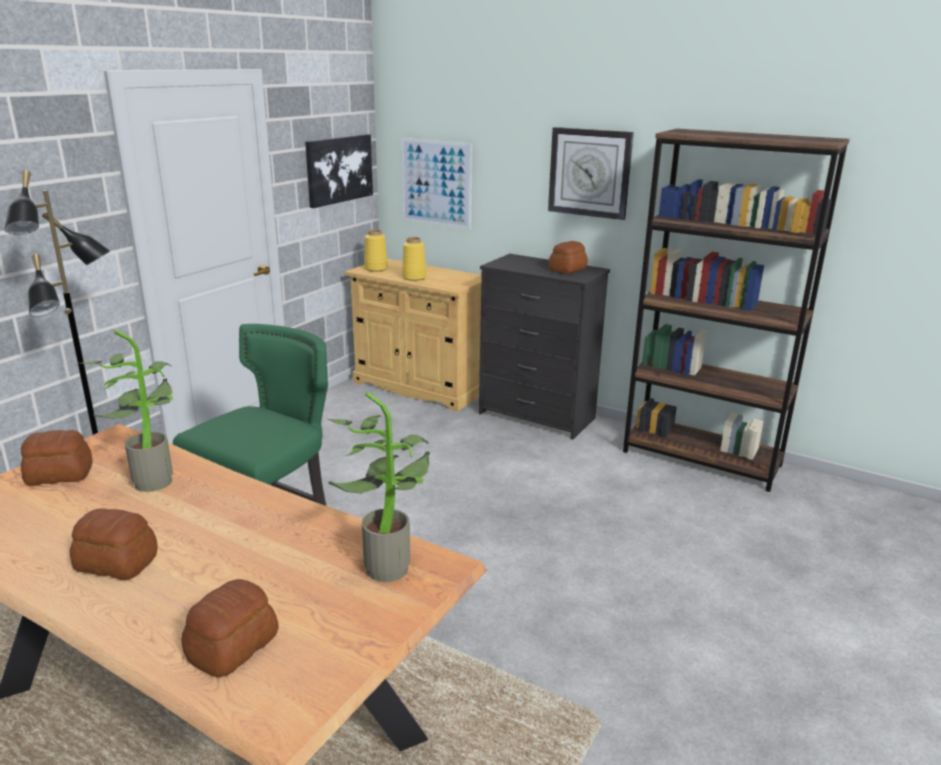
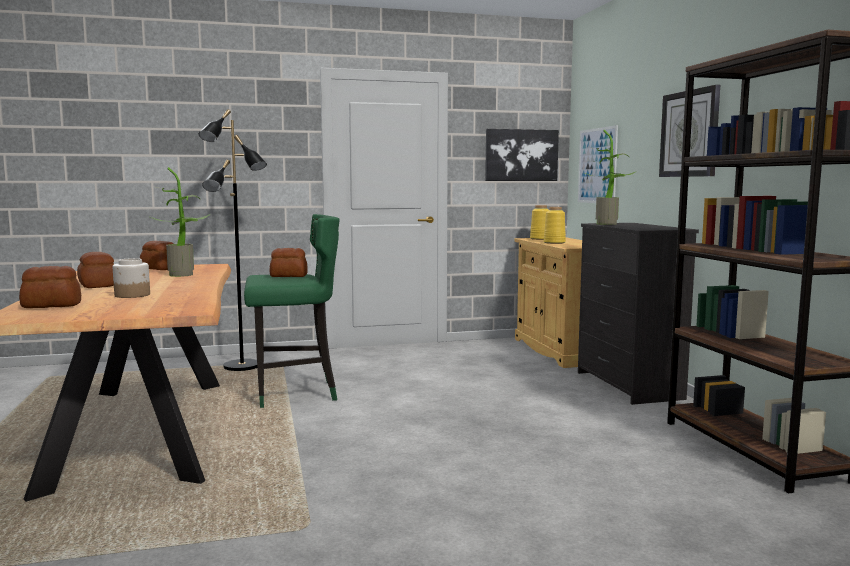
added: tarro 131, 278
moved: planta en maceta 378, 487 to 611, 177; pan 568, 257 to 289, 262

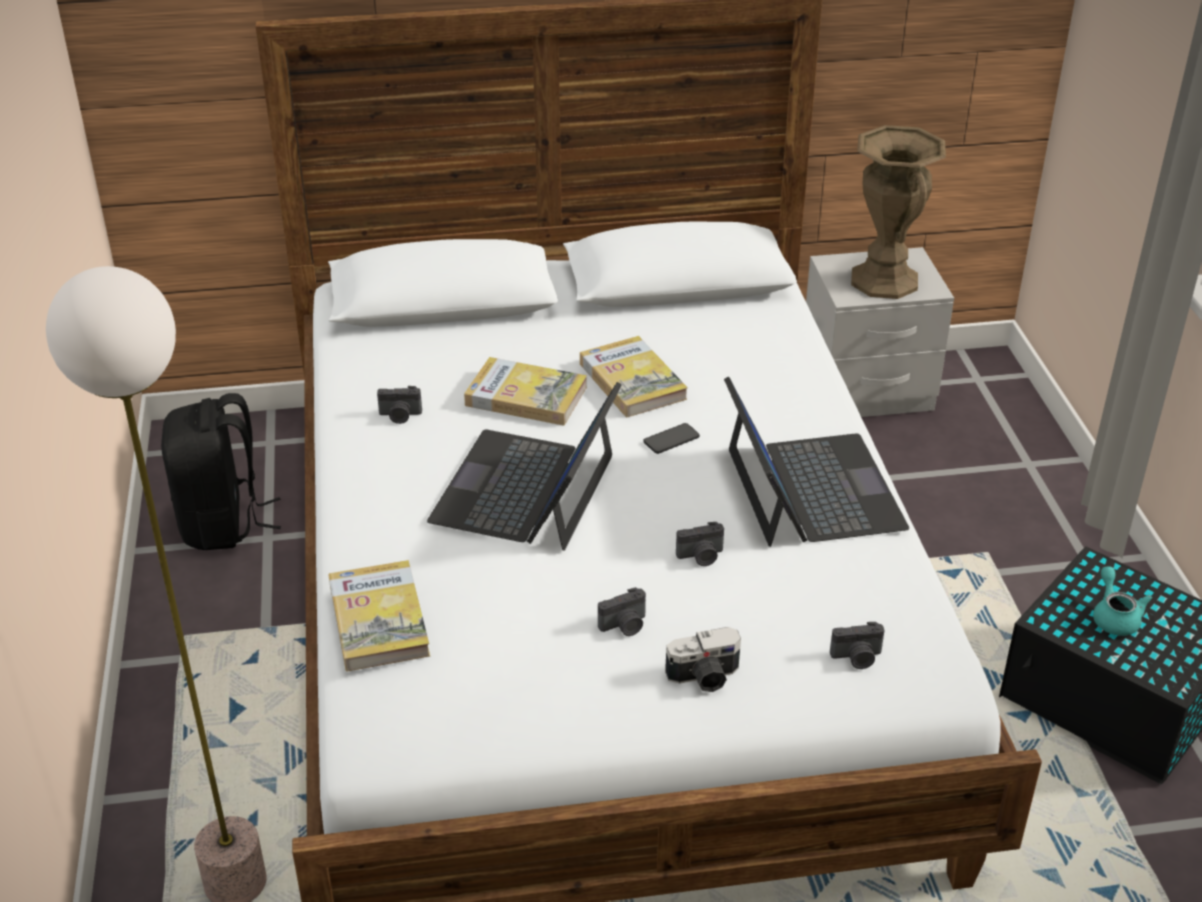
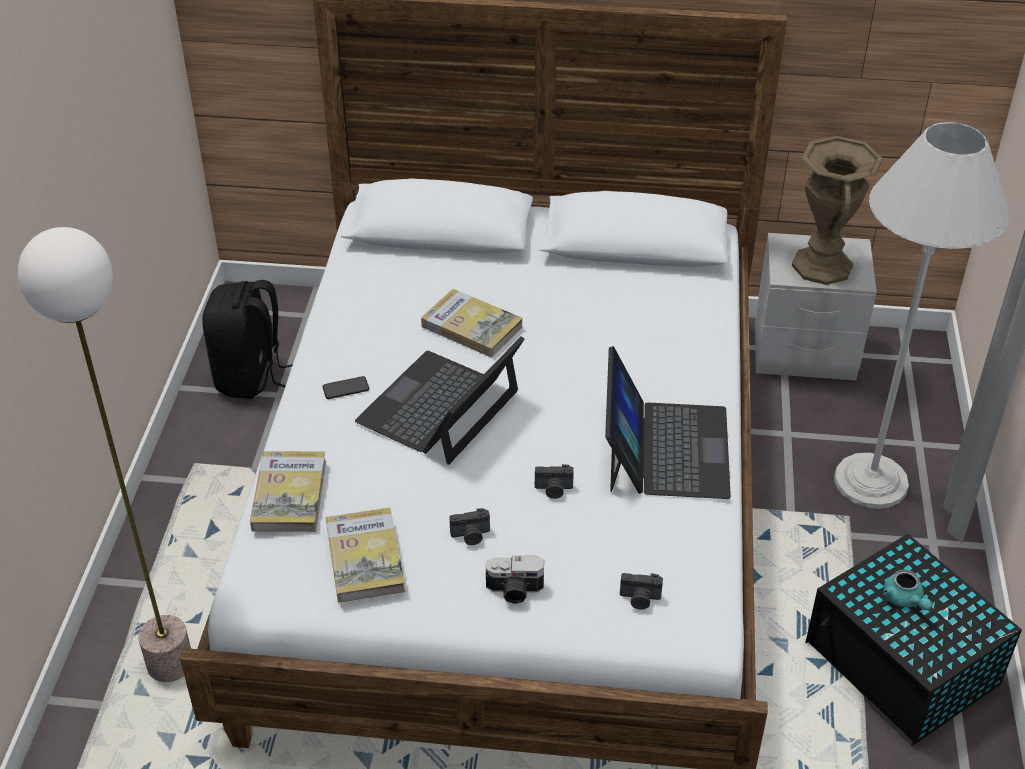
removed: cámara 399, 405
added: lámpara de pie/blanco 922, 315
moved: libro 634, 376 to 366, 555; móvil 671, 438 to 346, 387
turned: tetera/turquesa 1122, 601 = 908, 590 150 degrees clockwise

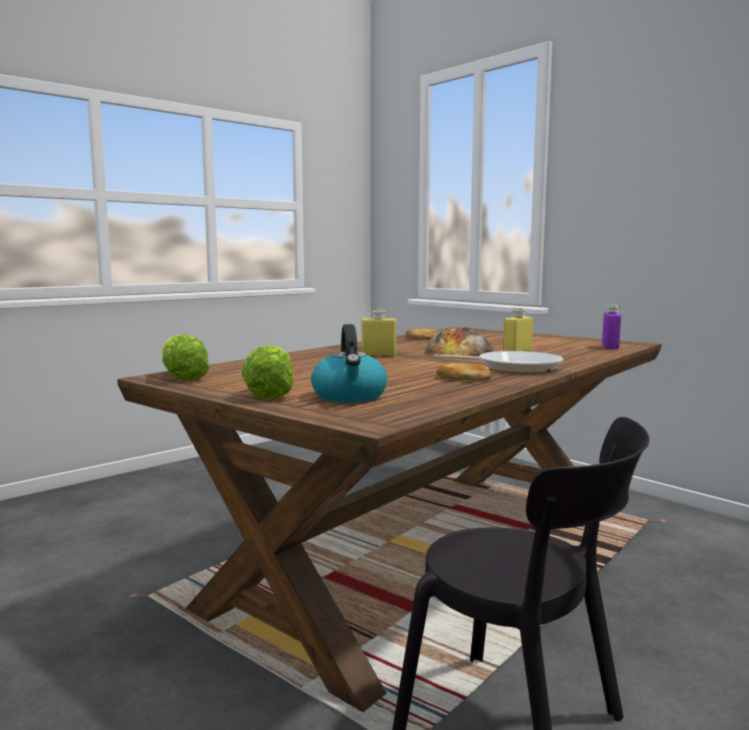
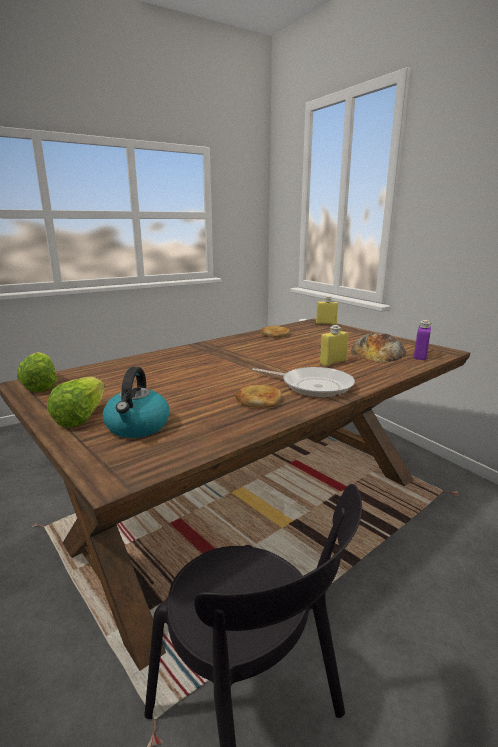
moved: botella/amarillo 378, 332 to 327, 310; pan 459, 341 to 378, 347

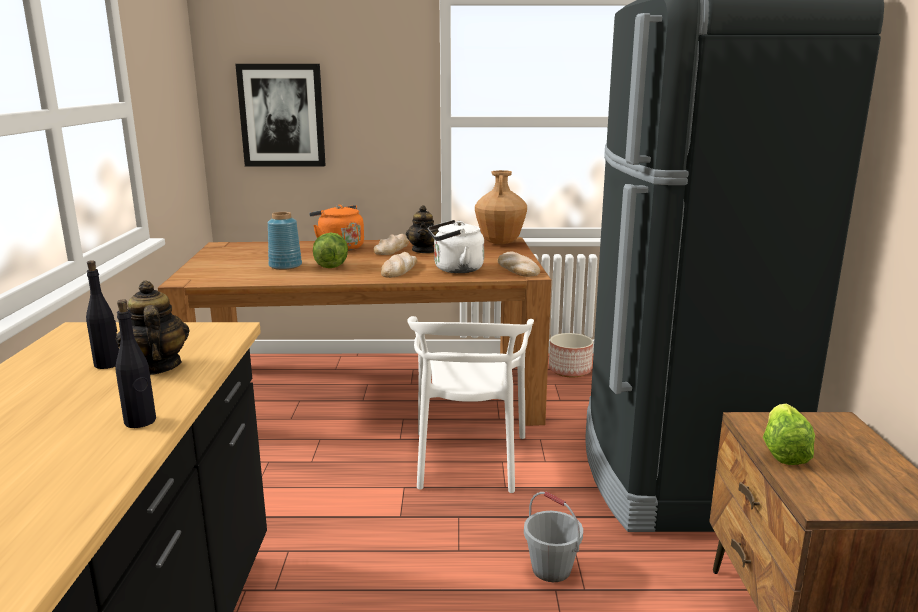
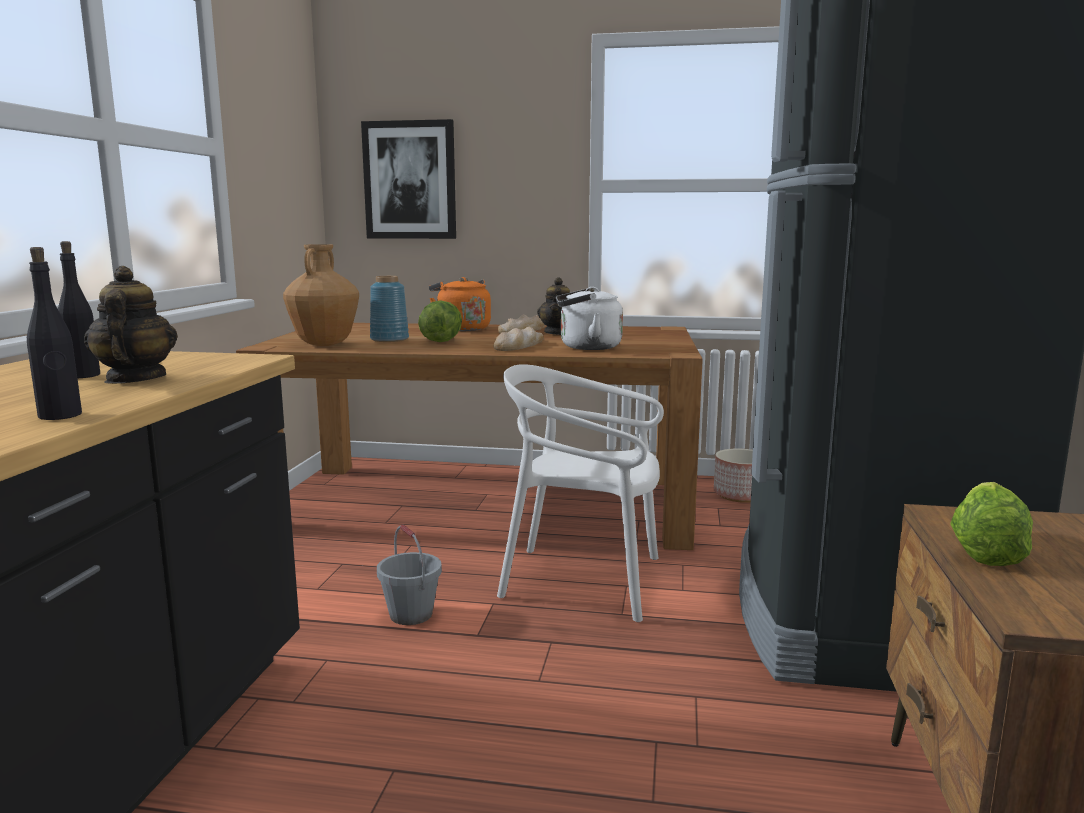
removed: pan 519, 264
moved: florero/marrón 501, 207 to 321, 295; cubo/gris 553, 537 to 409, 575
turned: silla/blanco 470, 404 = 580, 493 90 degrees clockwise

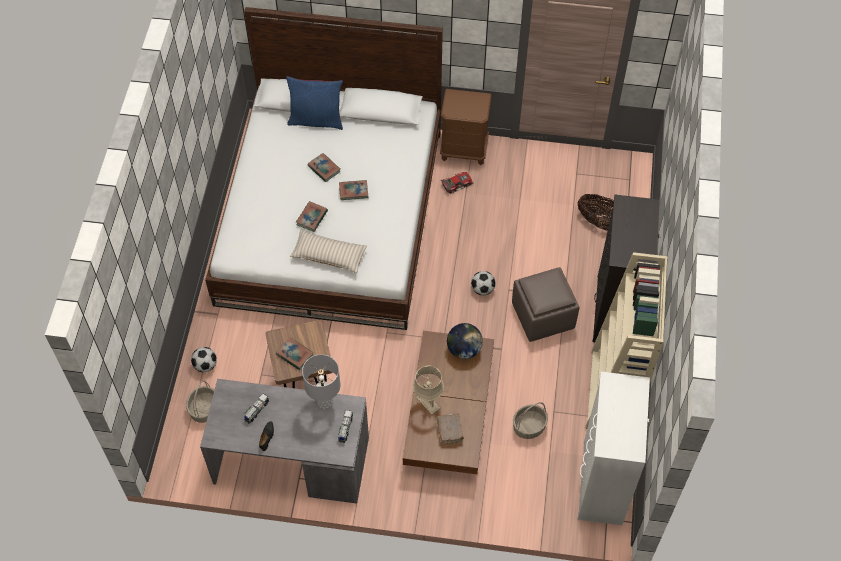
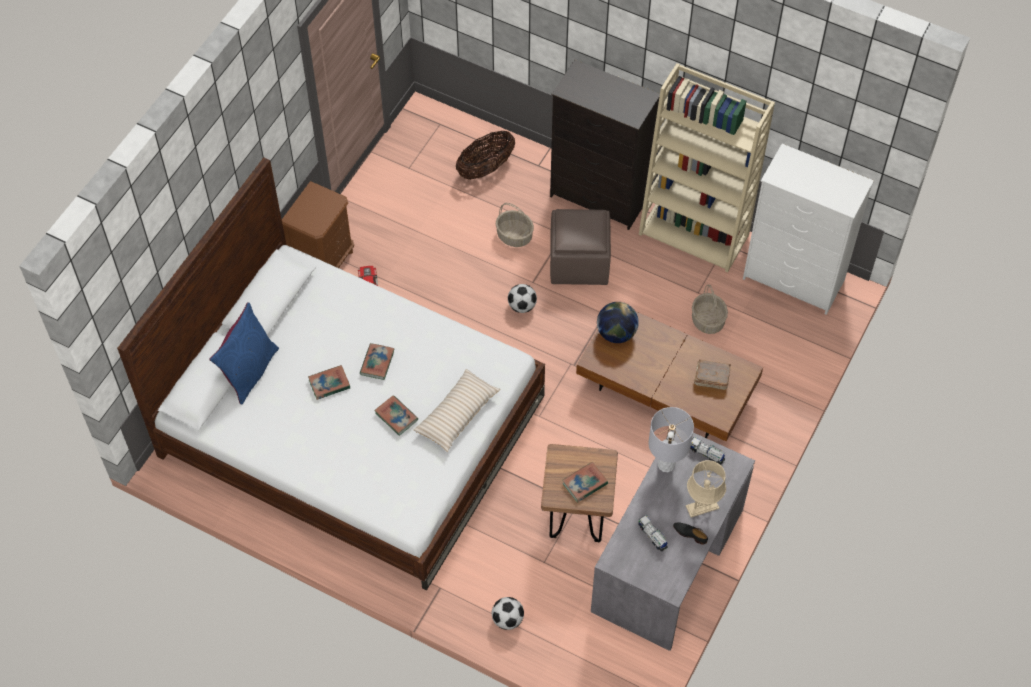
moved: cesta 200, 401 to 515, 225; lámpara de mesa/beis 428, 390 to 706, 489

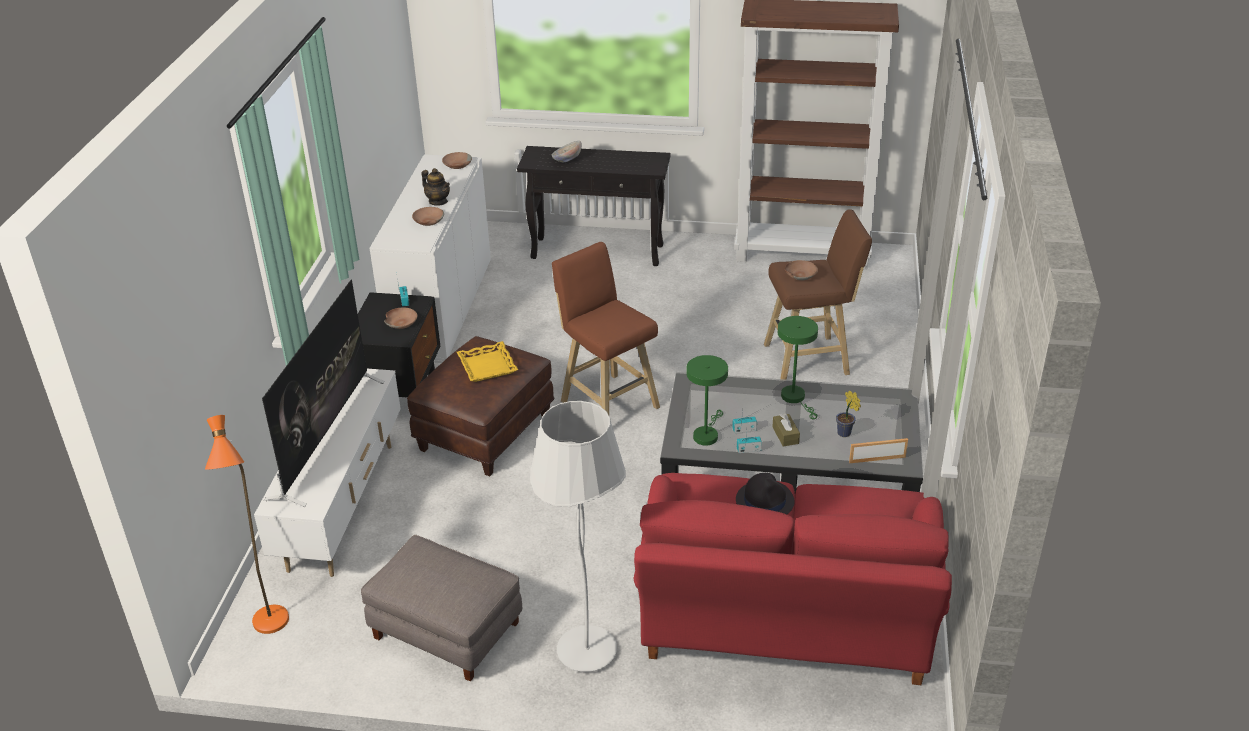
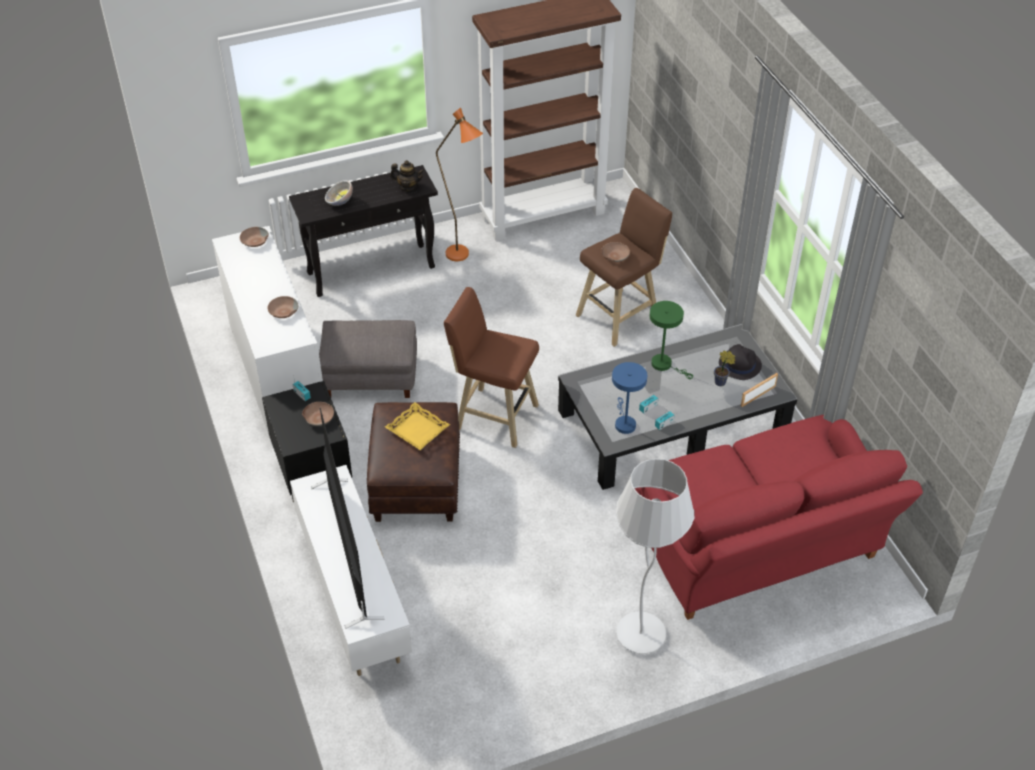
removed: caja de pañuelos/marrón 786, 430
moved: lámpara de pie/naranja 247, 524 to 459, 184; puf/gris 441, 608 to 368, 359; tetera 436, 186 to 407, 176; sombrero/negro 765, 493 to 740, 362
recoloured: lámpara de mesa/verde 707, 400 to lámpara de mesa/azul 629, 398

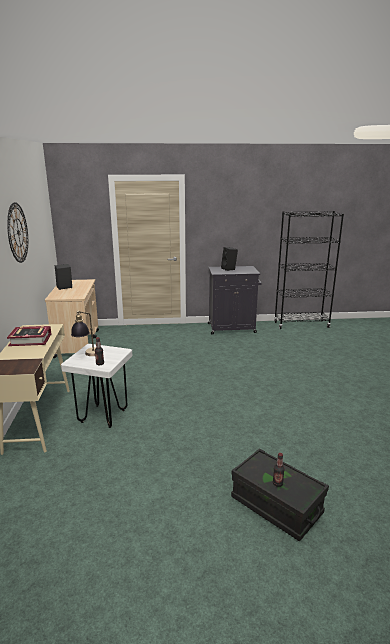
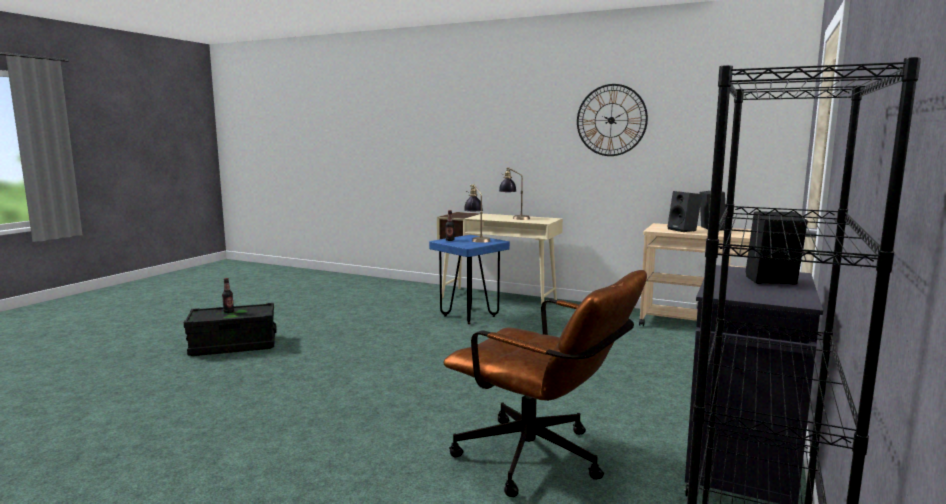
added: silla de oficina/marrón 545, 383; altavoz/negro 684, 211
replaced: libro 29, 336 to lámpara de mesa 514, 193
recoloured: taburete/blanco 96, 386 to taburete/azul 469, 279

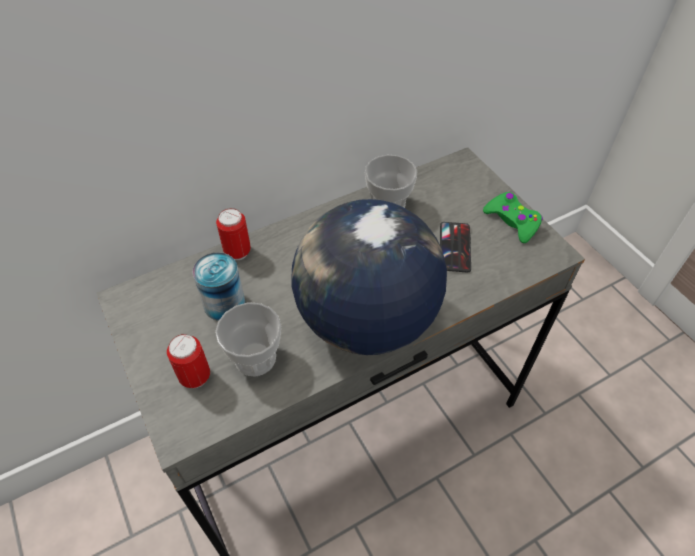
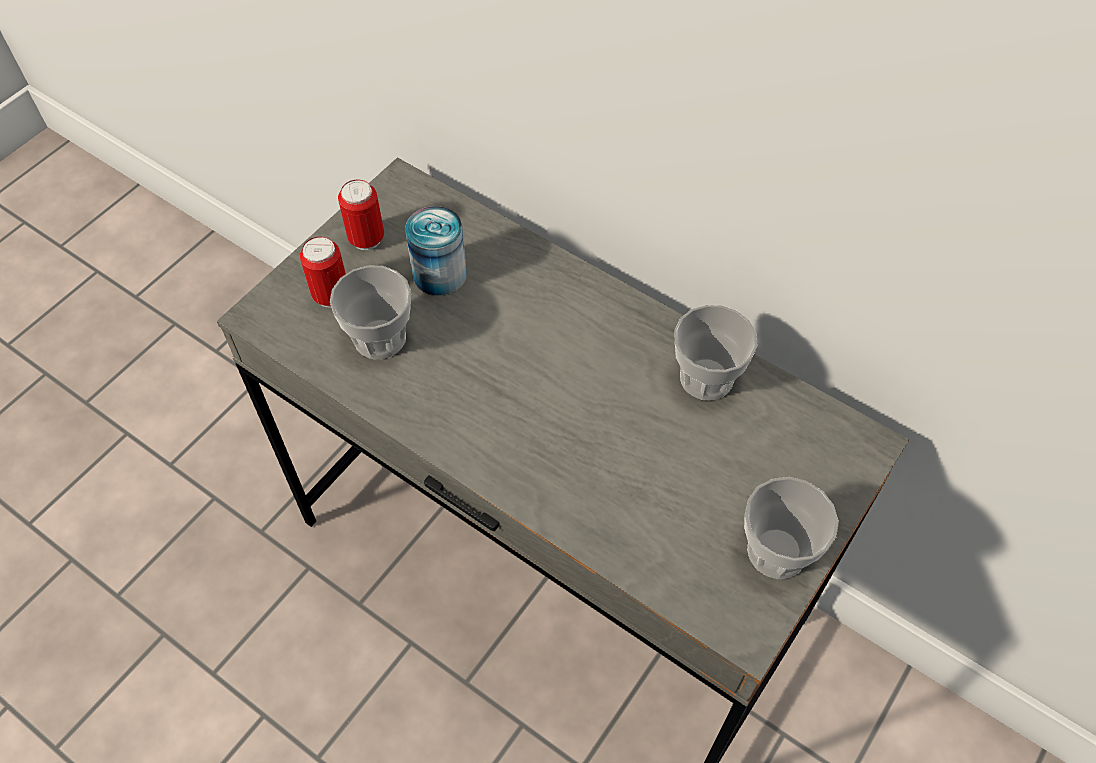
removed: globo terráqueo 369, 277; móvil 455, 247
moved: lata 233, 234 to 361, 215
replaced: mando de consola/verde 513, 217 to taza 791, 528

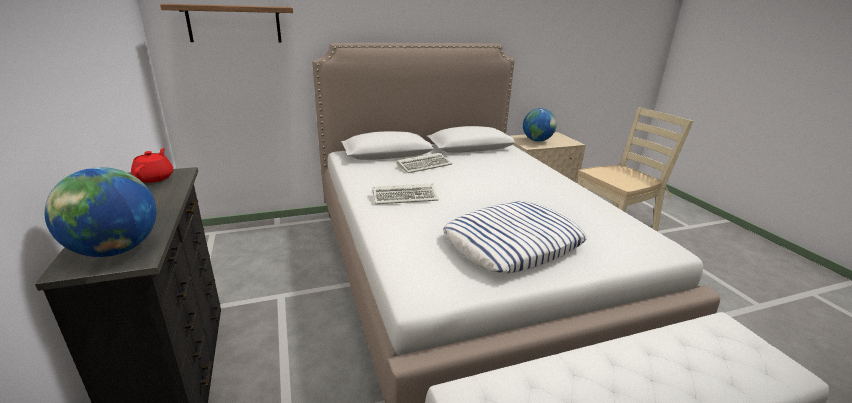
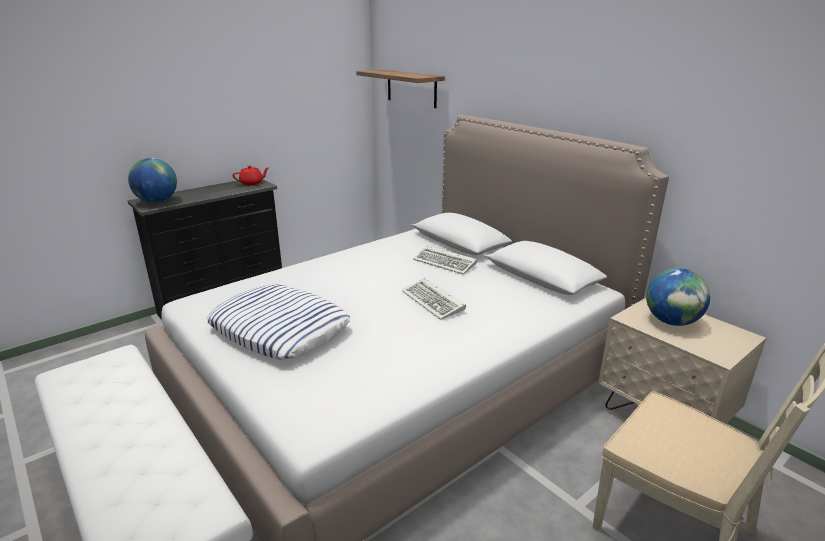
moved: teclado 405, 194 to 434, 299

